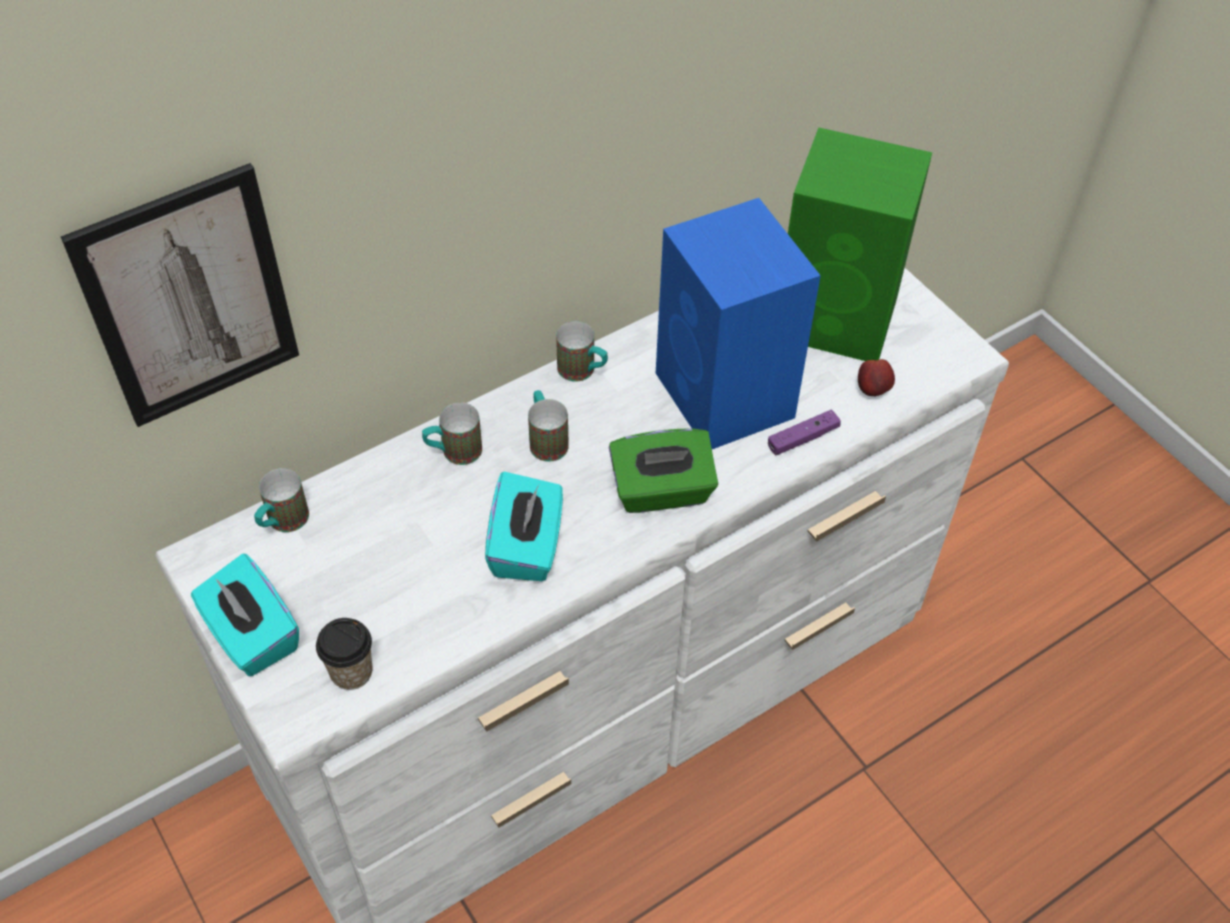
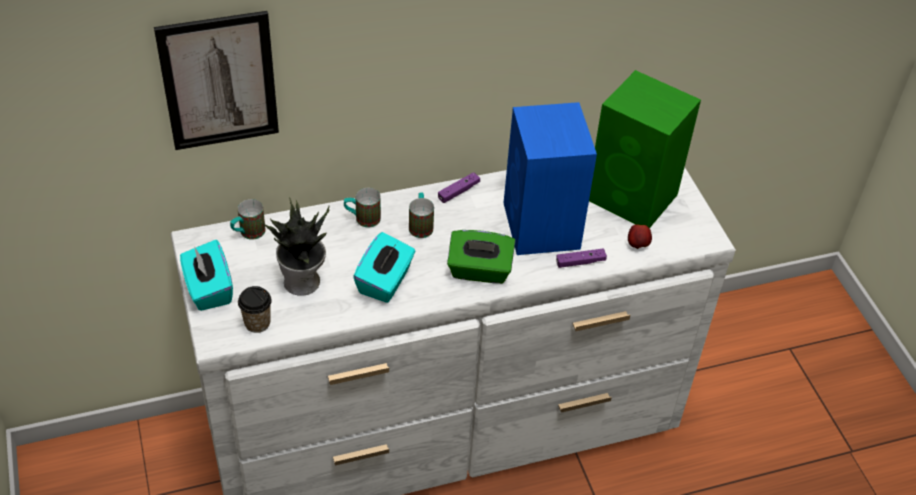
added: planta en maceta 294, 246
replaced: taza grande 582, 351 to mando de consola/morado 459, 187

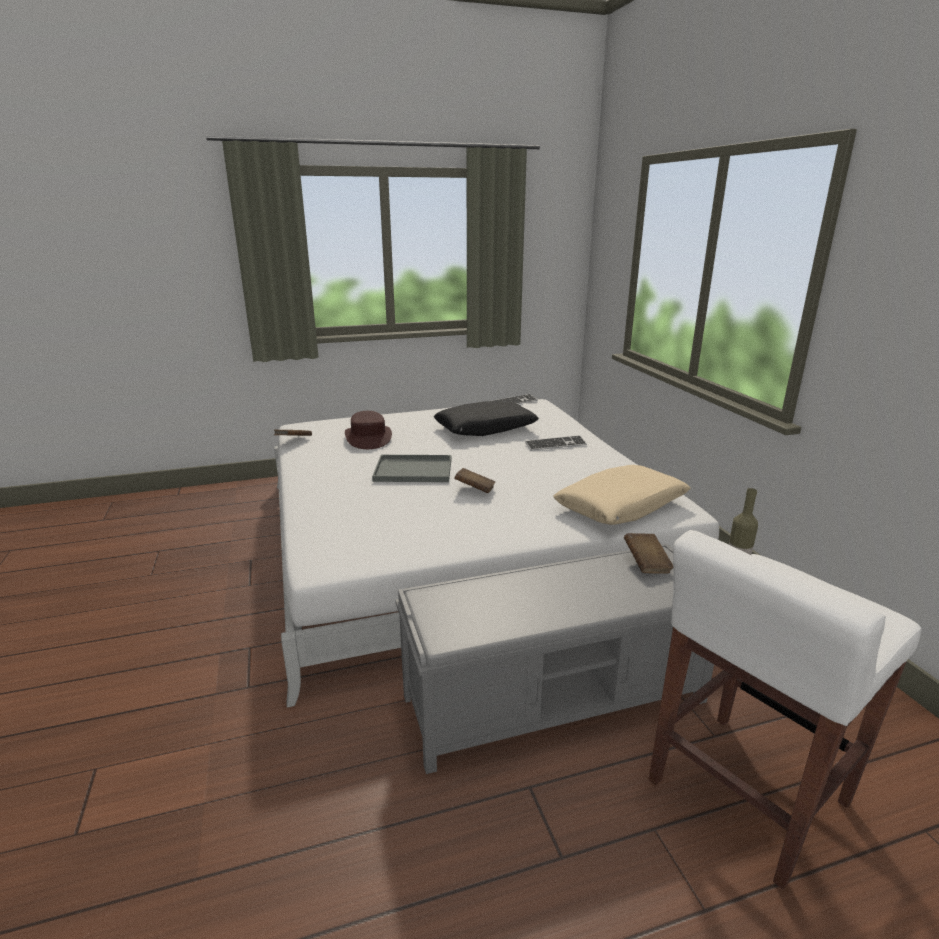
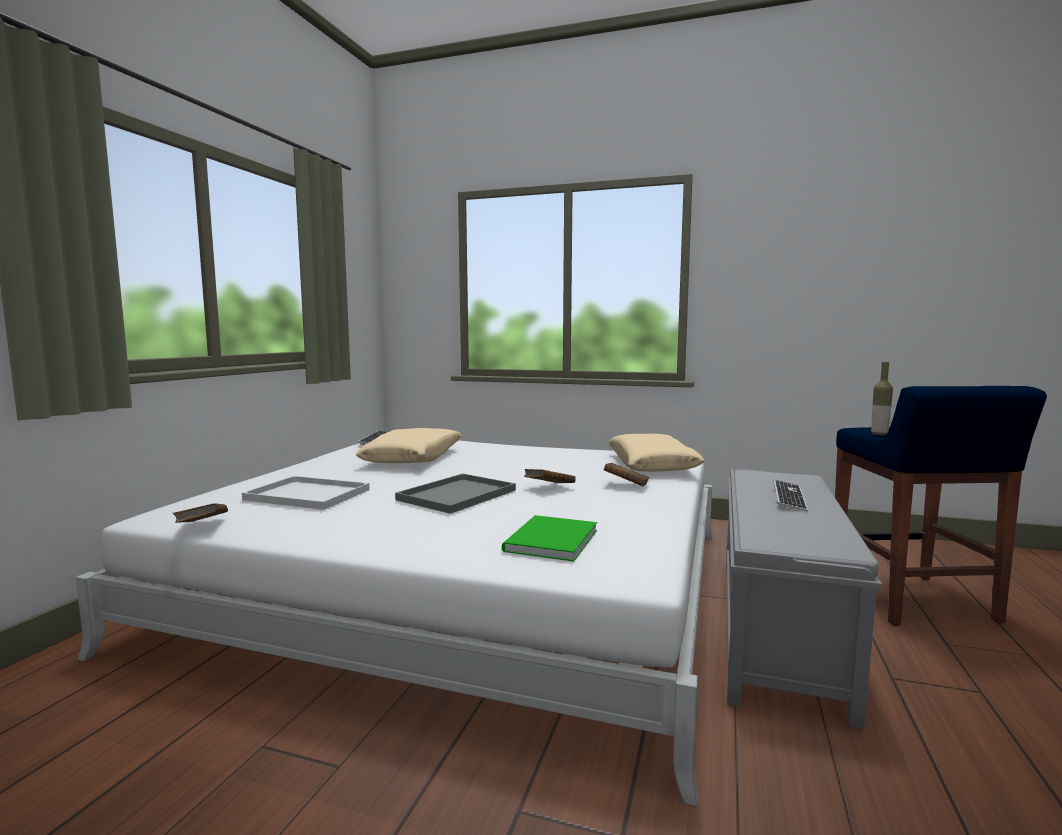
added: libro/verde 549, 538
moved: teclado 556, 443 to 791, 495; libro/marrón 648, 553 to 626, 474
replaced: sombrero/marrón 368, 430 to bandeja/blanco 306, 493
recoloured: cojín/negro 486, 418 to cojín/beis 409, 445; taburete/blanco 785, 709 to taburete/azul 941, 506

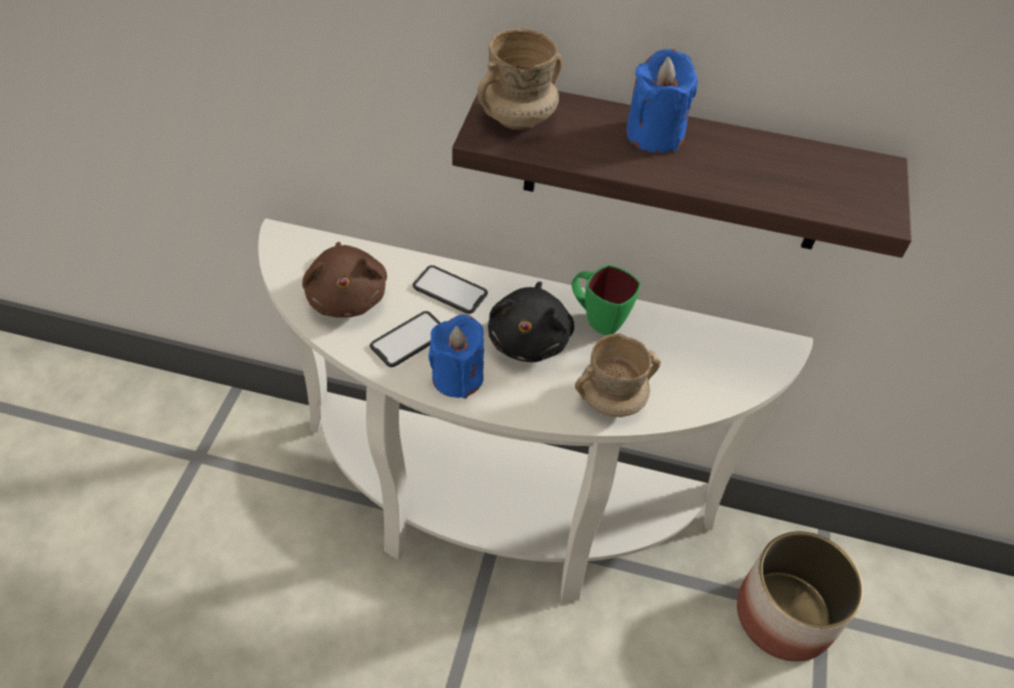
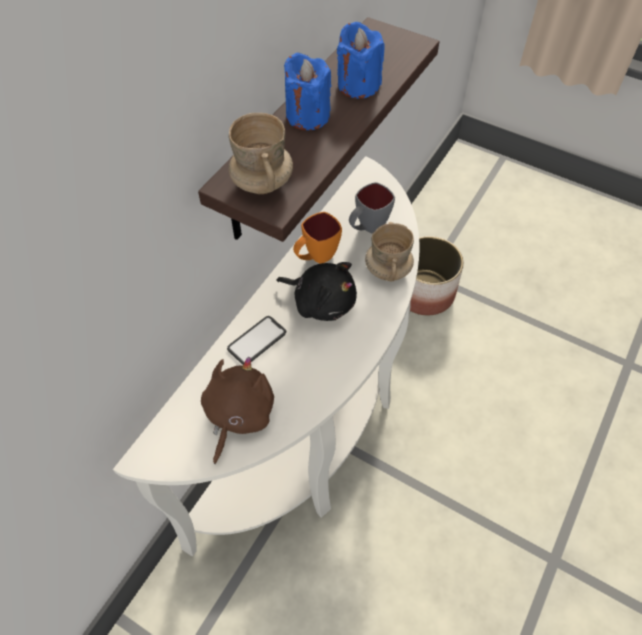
removed: móvil 405, 339
added: taza grande/gris 372, 208
moved: vela/azul 456, 356 to 360, 60
recoloured: taza grande/verde 606, 300 to taza grande/naranja 317, 238
turned: peluche/marrón 344, 280 = 237, 410 75 degrees counterclockwise

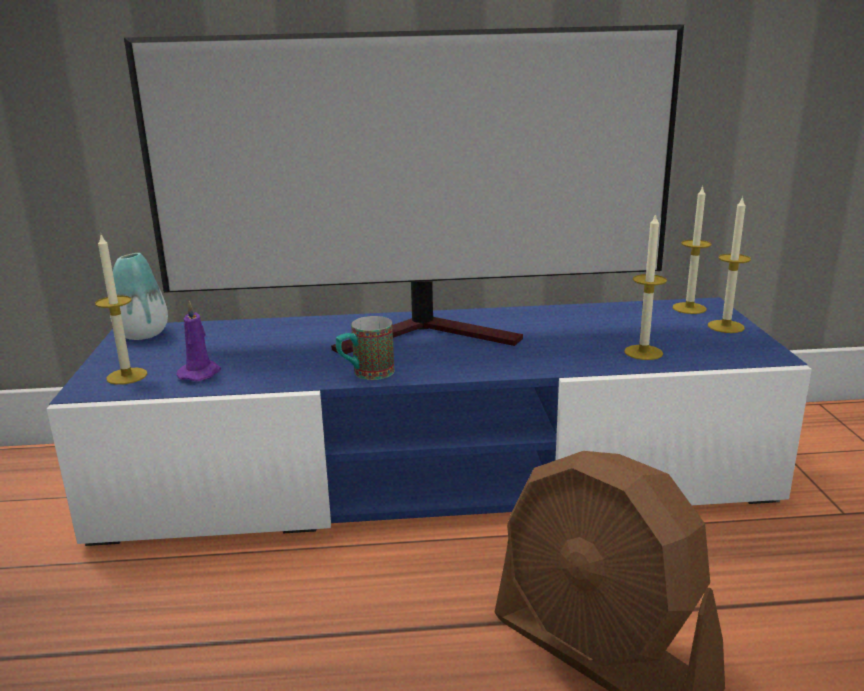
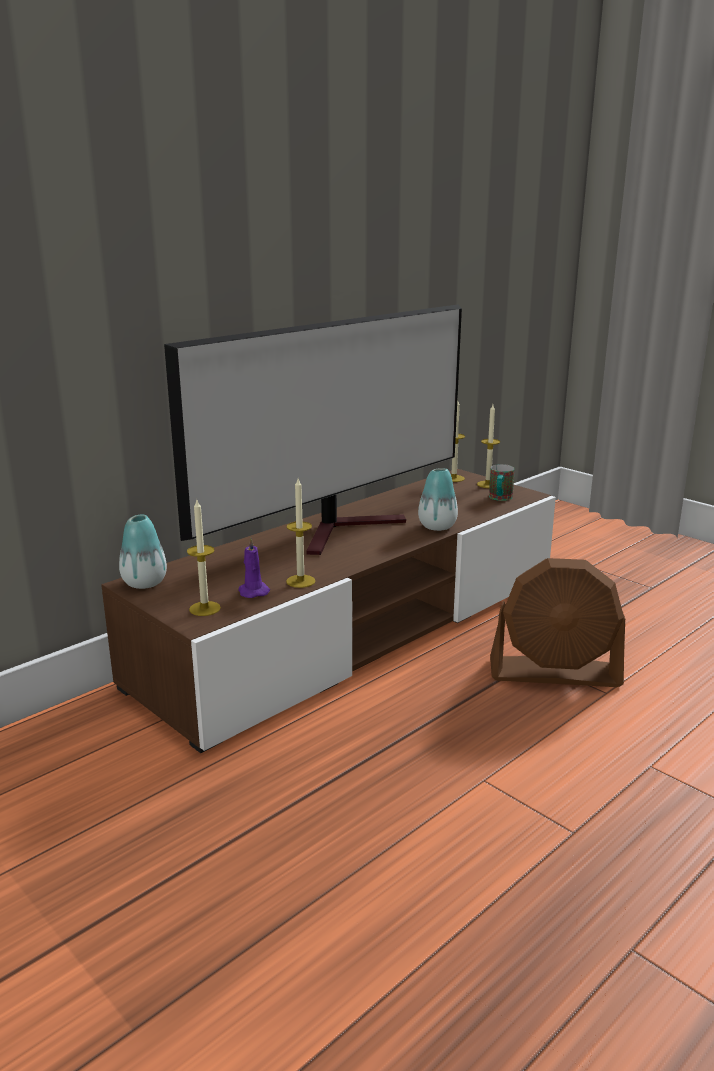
added: florero 438, 499
moved: taza grande 365, 348 to 502, 482; vela 645, 286 to 300, 533
recoloured: mueble de televisión/azul 429, 421 to mueble de televisión/marrón 328, 611

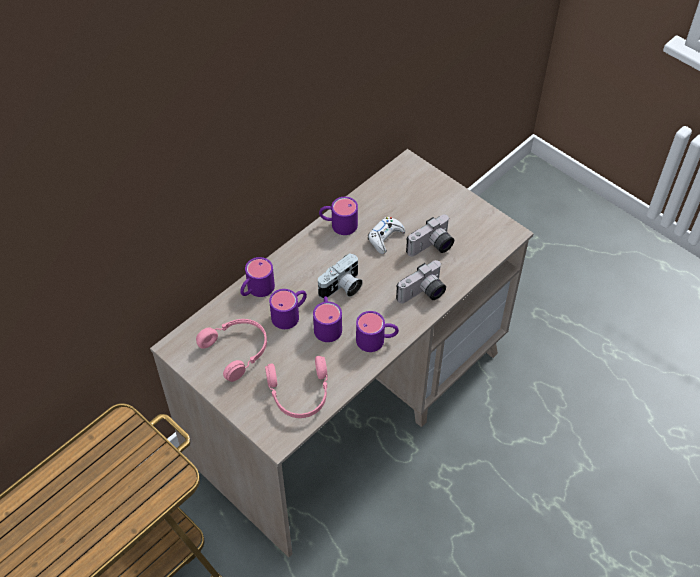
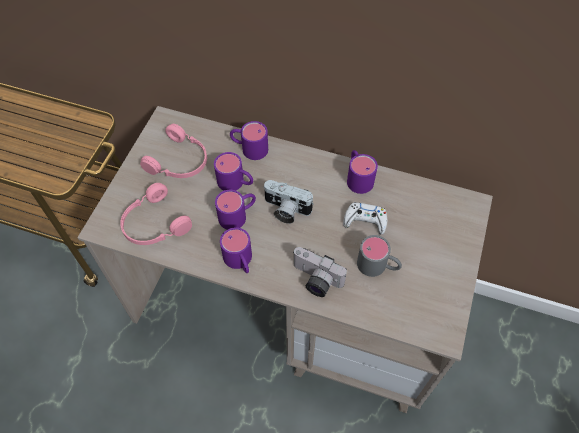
replaced: cámara 430, 236 to taza grande/gris 379, 256

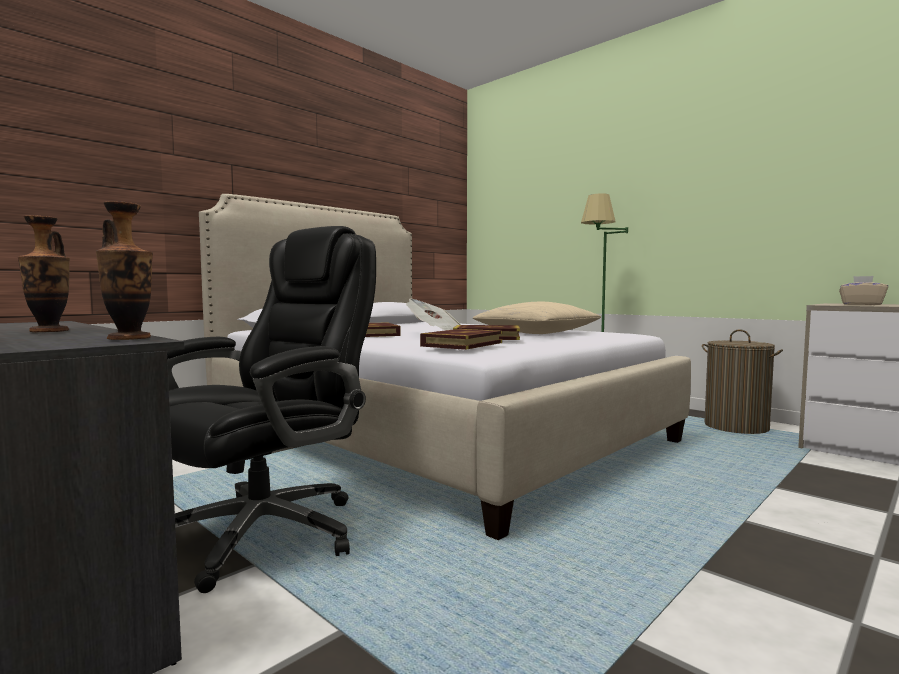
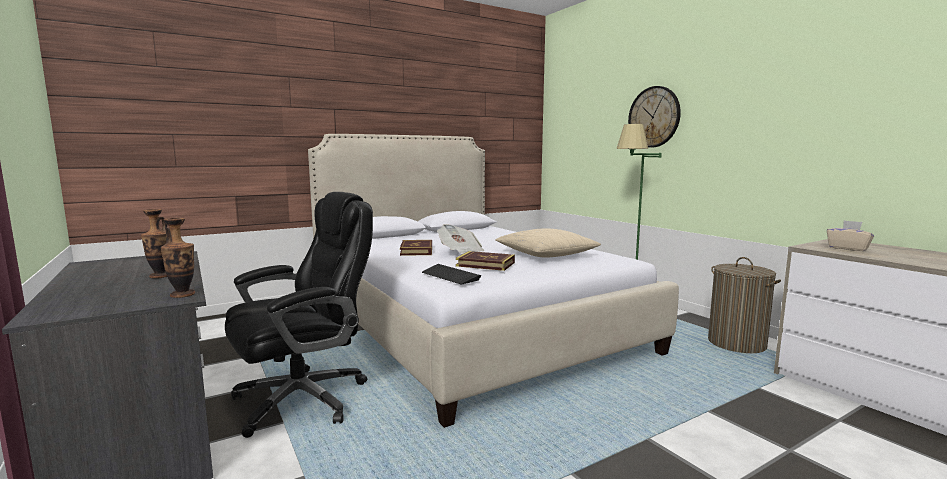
added: reloj de pared 654, 117
replaced: libro 461, 339 to teclado 451, 274

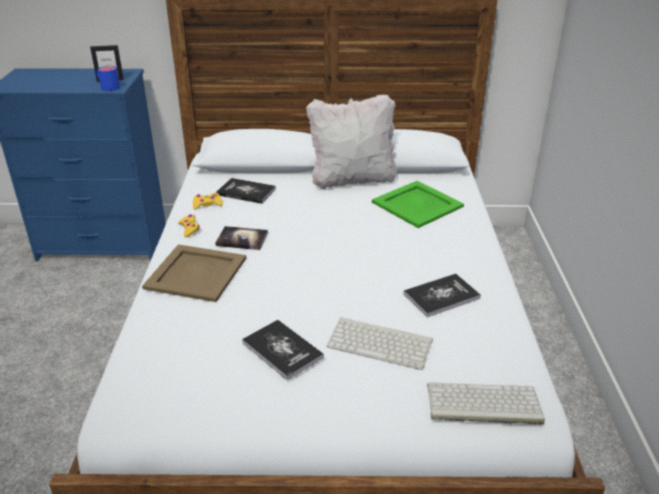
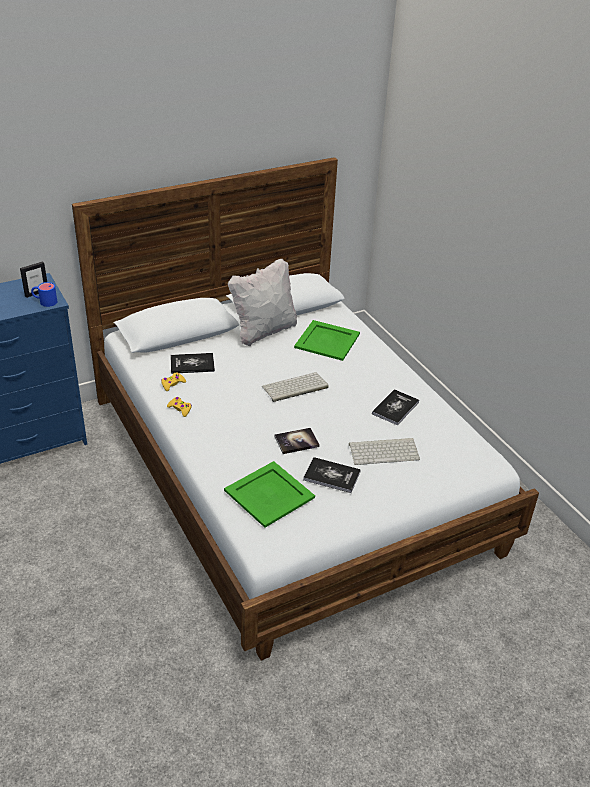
removed: bandeja/beis 194, 273
added: bandeja/verde 269, 494
moved: libro 241, 238 to 297, 441; teclado 486, 403 to 295, 387

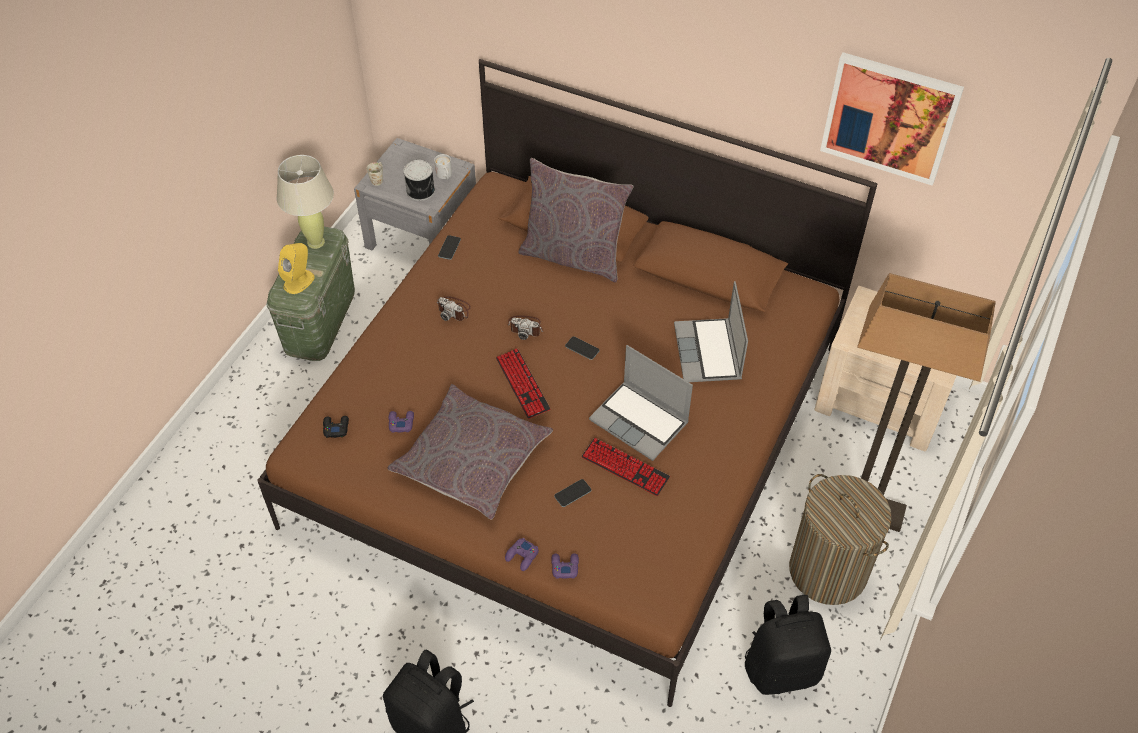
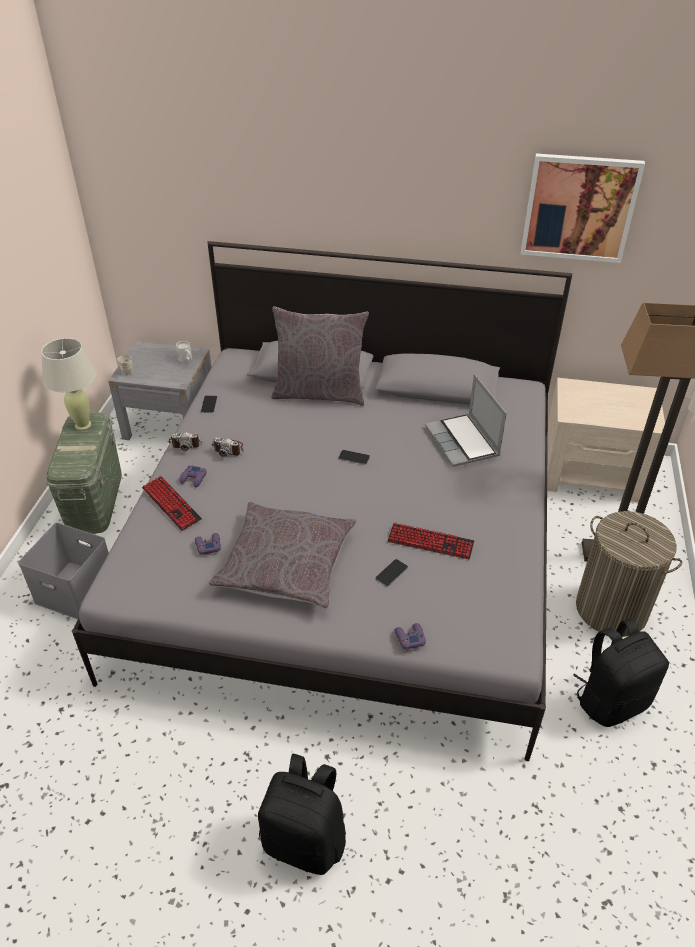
removed: altavoz/amarillo 296, 268; mando de consola/negro 336, 427; lata 419, 180; portátil 641, 403
added: caja de almacenaje/gris 63, 571
moved: teclado 523, 383 to 172, 503; mando de consola/morado 522, 554 to 193, 476; cámara 525, 327 to 185, 441
recoloured: cama/marrón 567, 383 to cama/gris 322, 501

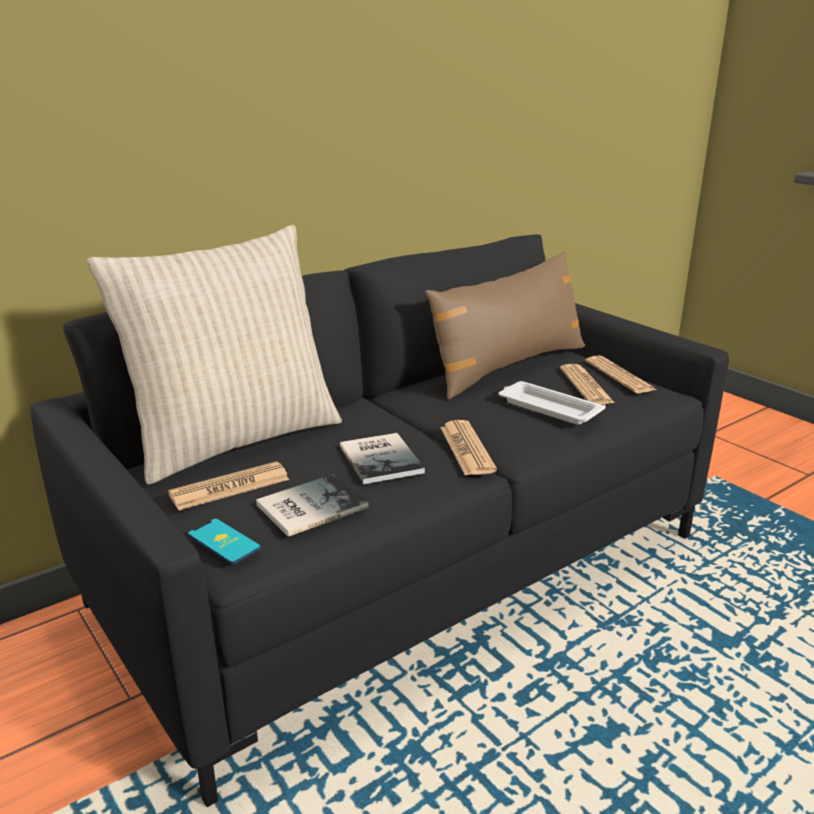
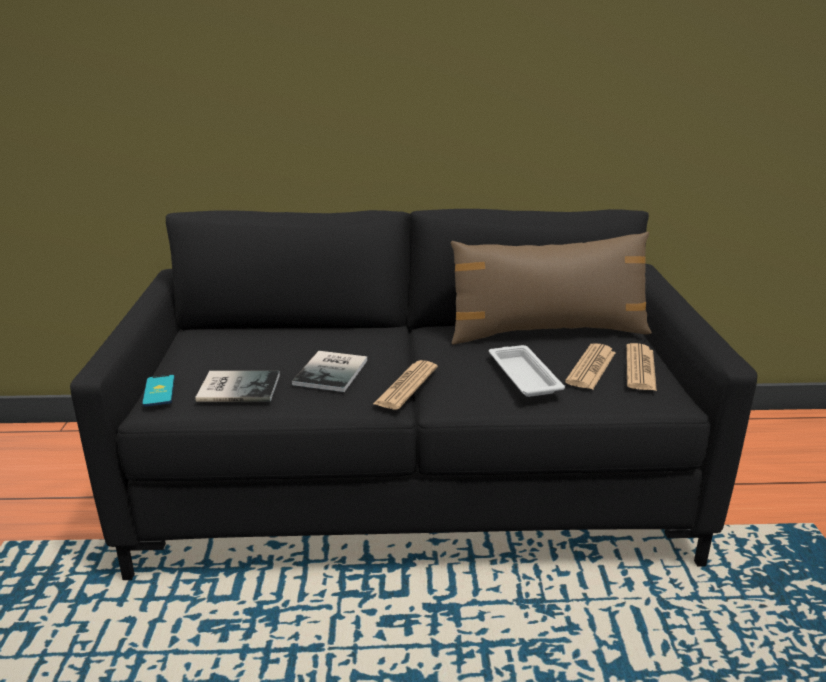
removed: cojín/beis 214, 355; periódico 228, 485

